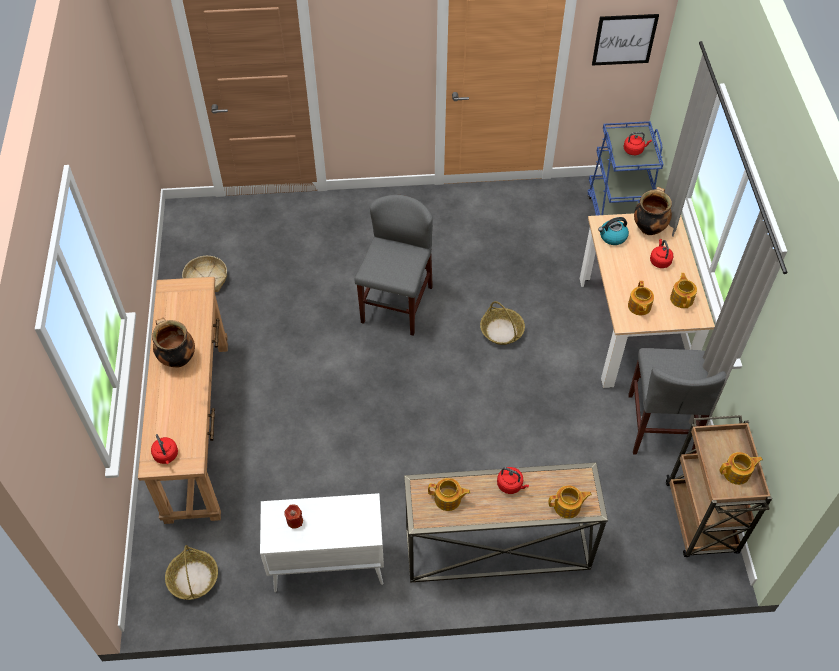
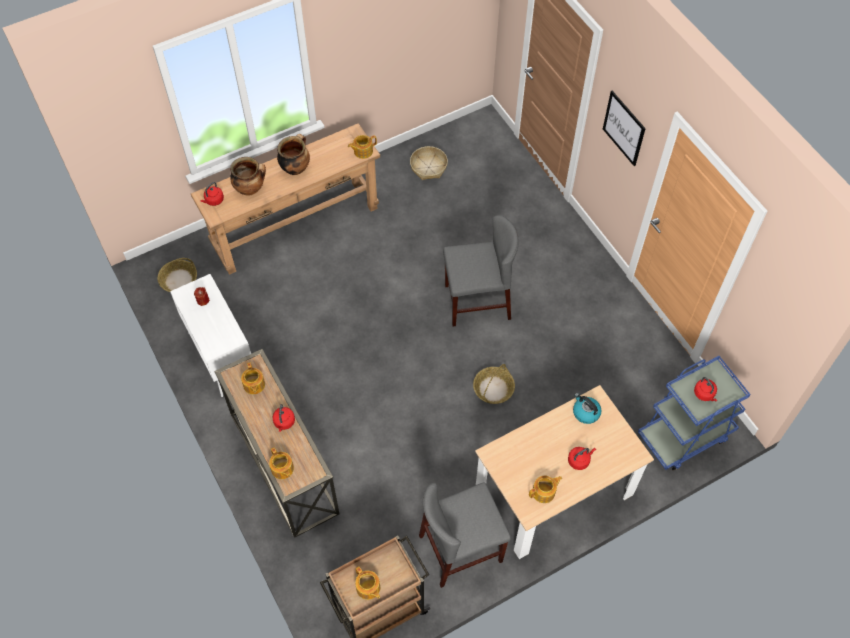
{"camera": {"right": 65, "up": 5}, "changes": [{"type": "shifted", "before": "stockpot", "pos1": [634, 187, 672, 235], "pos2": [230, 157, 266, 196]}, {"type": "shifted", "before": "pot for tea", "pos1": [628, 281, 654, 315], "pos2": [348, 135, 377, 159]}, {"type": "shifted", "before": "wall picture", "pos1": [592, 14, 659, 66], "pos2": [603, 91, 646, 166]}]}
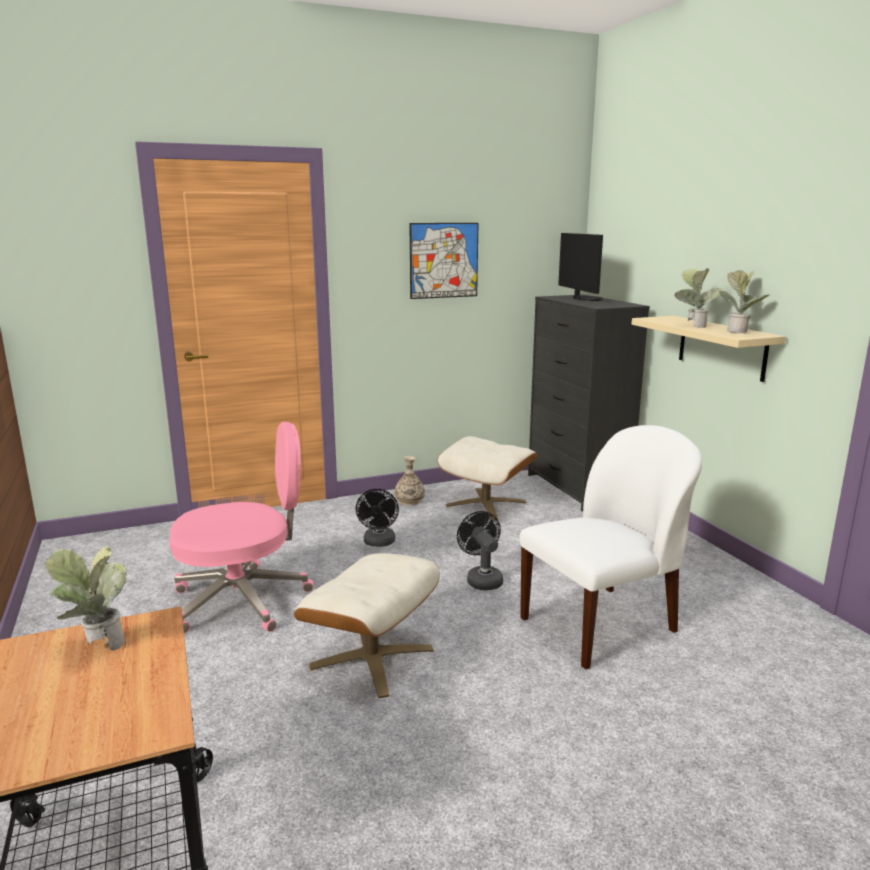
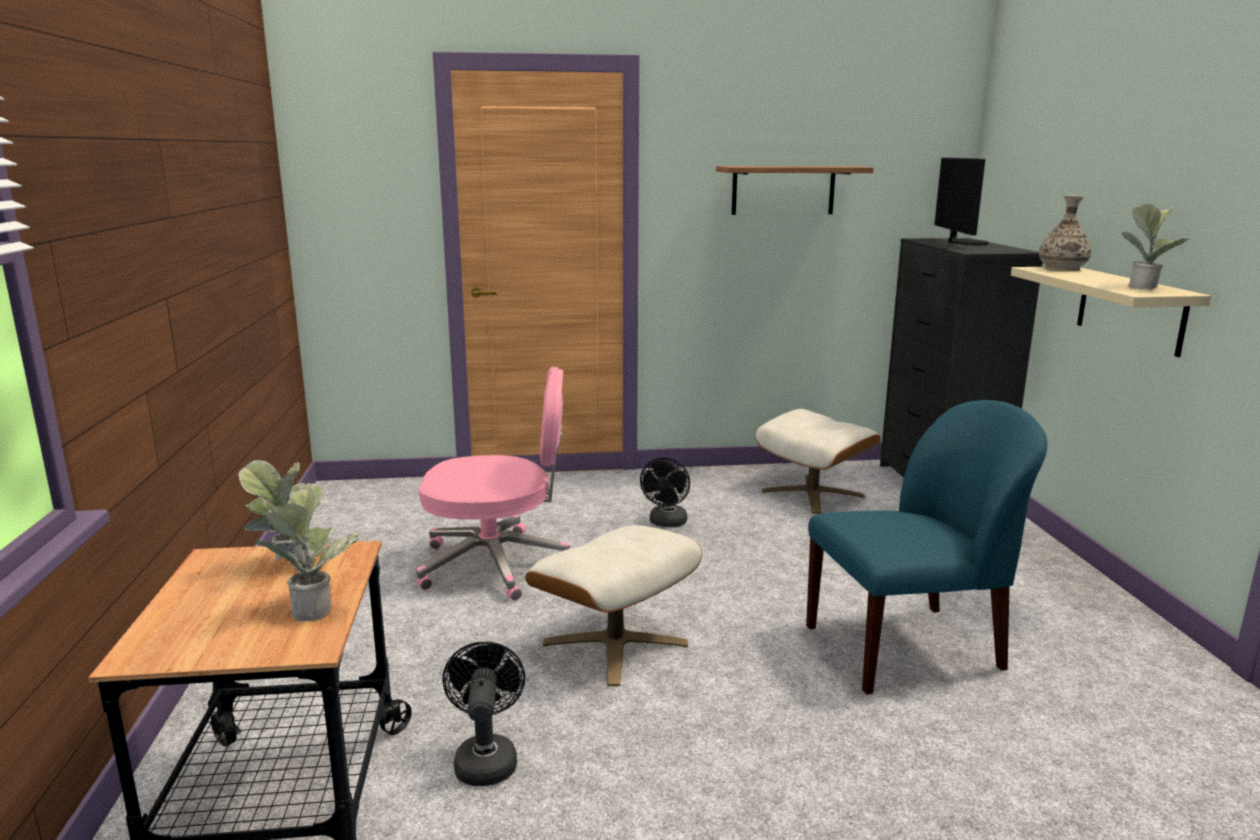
{"camera": {"right": 15, "up": 0}, "changes": [{"type": "shifted", "before": "plant in a pot", "pos1": [675, 268, 724, 328], "pos2": [255, 486, 359, 621]}, {"type": "shifted", "before": "blackish electric fan", "pos1": [457, 511, 503, 590], "pos2": [442, 641, 525, 786]}, {"type": "swapped", "before": "wall picture", "after": "shelf", "pos1": [409, 223, 478, 299], "pos2": [716, 166, 873, 215]}, {"type": "repainted", "before": "white-coloured chair", "after": "blue-coloured chair", "pos1": [519, 425, 702, 670], "pos2": [806, 400, 1047, 695]}, {"type": "shifted", "before": "decorative vase", "pos1": [395, 456, 425, 505], "pos2": [1039, 195, 1091, 271]}]}
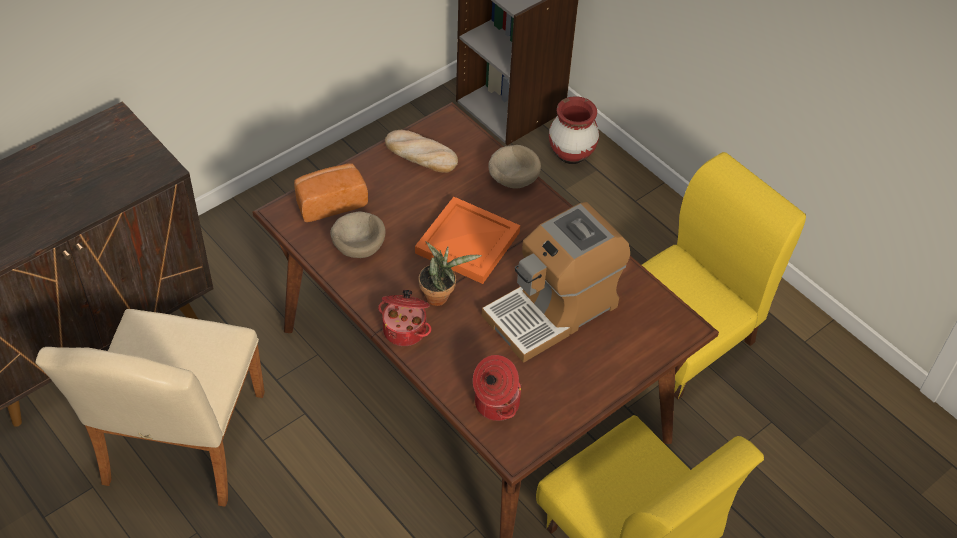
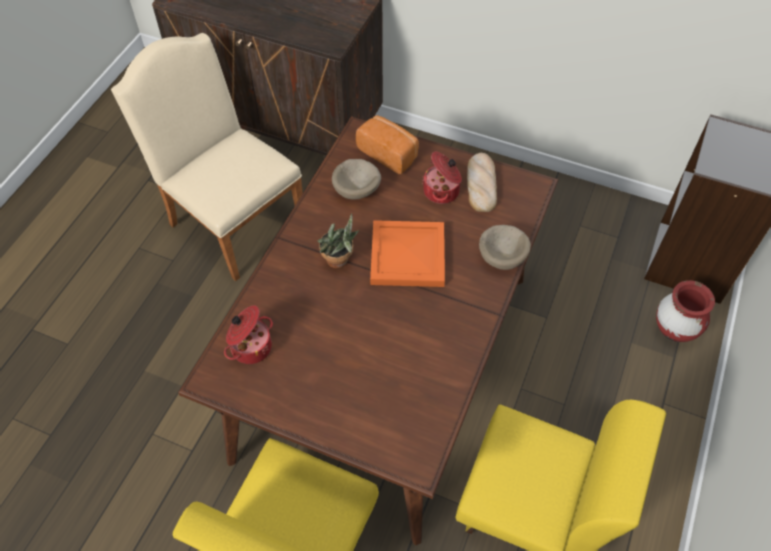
{"camera": {"right": 65, "up": 5}, "changes": [{"type": "rotated", "before": "beige chair", "pos1": [36, 309, 265, 507], "pos2": [111, 33, 303, 281], "turn": 60}, {"type": "shifted", "before": "stockpot", "pos1": [378, 290, 431, 346], "pos2": [422, 152, 462, 204]}, {"type": "gone", "before": "coffee maker", "pos1": [481, 202, 630, 363]}]}
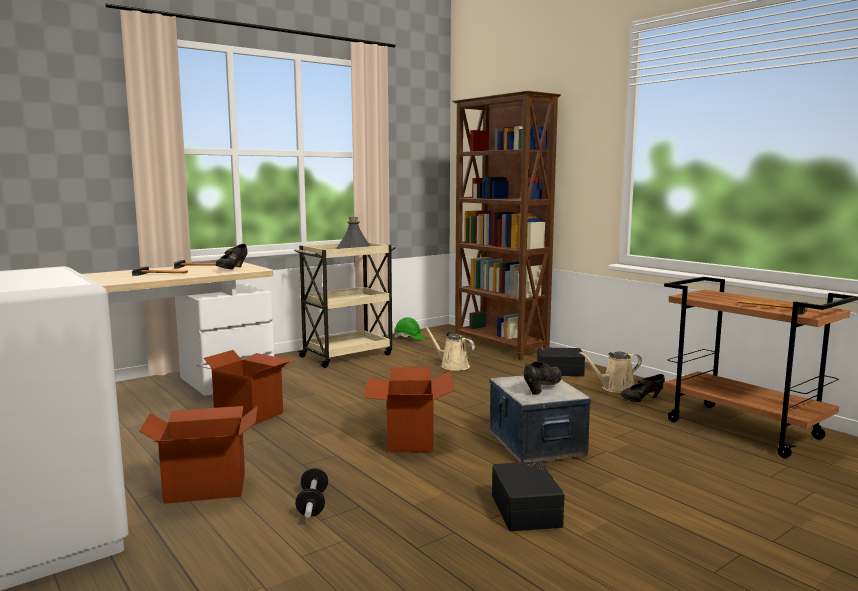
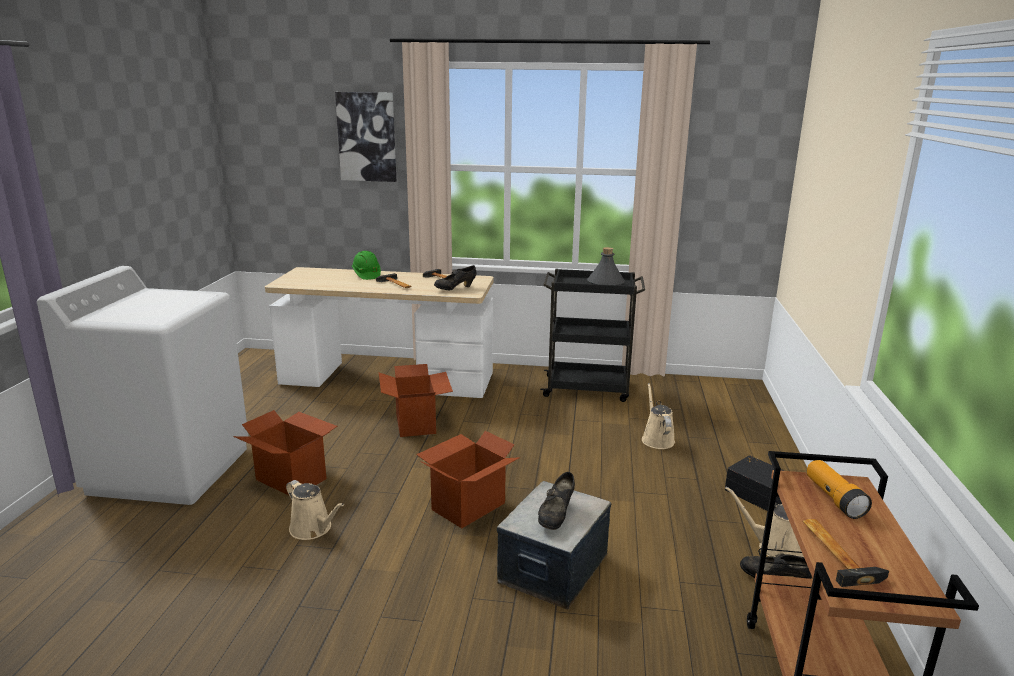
{"camera": {"right": 45, "up": 10}, "changes": [{"type": "swapped", "before": "free weight", "after": "beige sprinkling can", "pos1": [295, 468, 328, 518], "pos2": [286, 480, 344, 540]}, {"type": "new", "after": "wall picture", "pos2": [335, 92, 396, 182]}, {"type": "shifted", "before": "green safety helmet", "pos1": [394, 317, 425, 340], "pos2": [352, 251, 381, 280]}, {"type": "rotated", "before": "blackish shoe", "pos1": [524, 361, 562, 395], "pos2": [538, 472, 575, 530], "turn": 120}, {"type": "repainted", "before": "beige cart", "after": "blackish cart", "pos1": [294, 242, 395, 368], "pos2": [540, 269, 645, 402]}, {"type": "new", "after": "hand torch", "pos2": [807, 460, 872, 519]}, {"type": "gone", "before": "brown-coloured shelving unit", "pos1": [452, 91, 561, 360]}, {"type": "gone", "before": "blackish storage box", "pos1": [492, 461, 565, 531]}]}
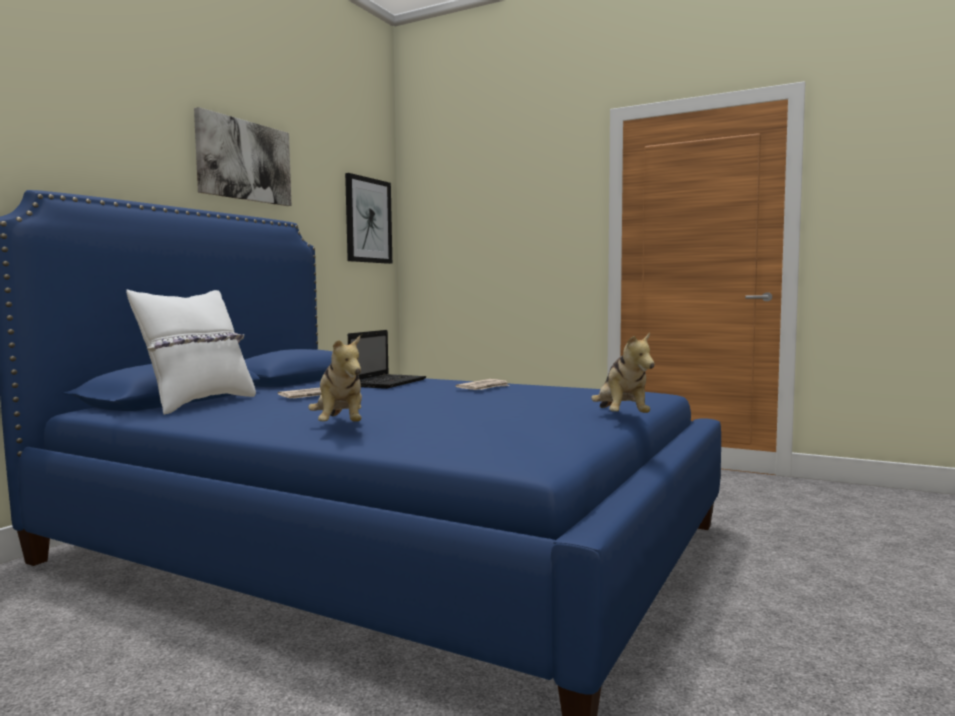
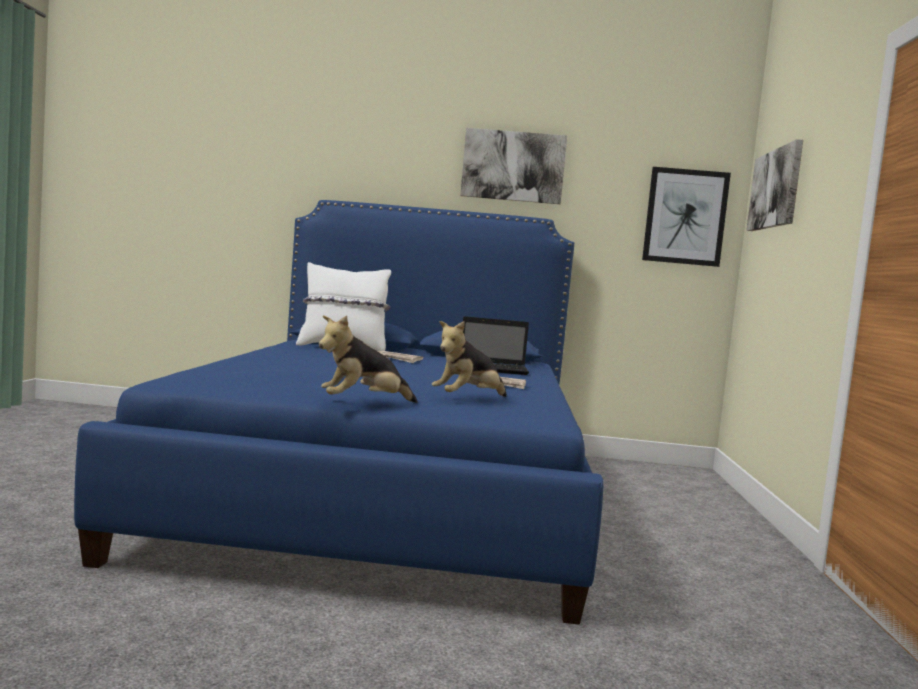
{"camera": {"right": 65, "up": 0}, "changes": [{"type": "shifted", "before": "soft toy", "pos1": [308, 336, 362, 422], "pos2": [432, 321, 507, 397]}, {"type": "new", "after": "wall picture", "pos2": [746, 139, 803, 231]}]}
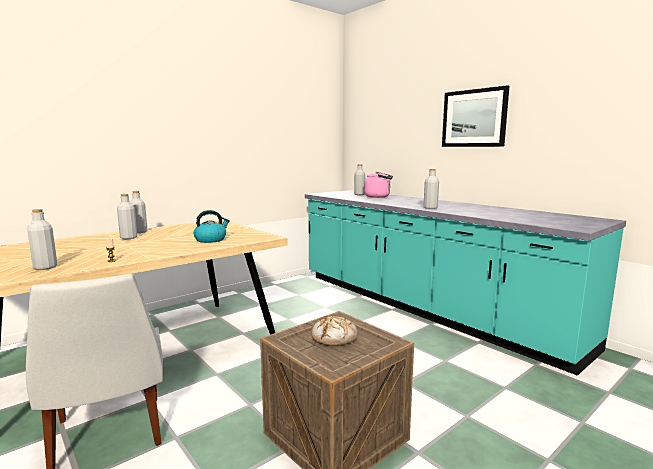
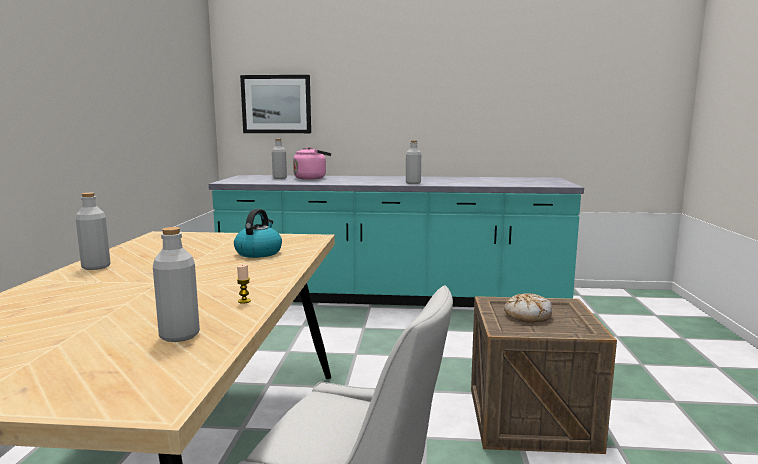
{"camera": {"right": -45, "up": 0}, "changes": [{"type": "shifted", "before": "wall picture", "pos1": [442, 85, 509, 147], "pos2": [240, 75, 311, 133]}, {"type": "gone", "before": "greyish bottle", "pos1": [117, 194, 137, 239]}]}
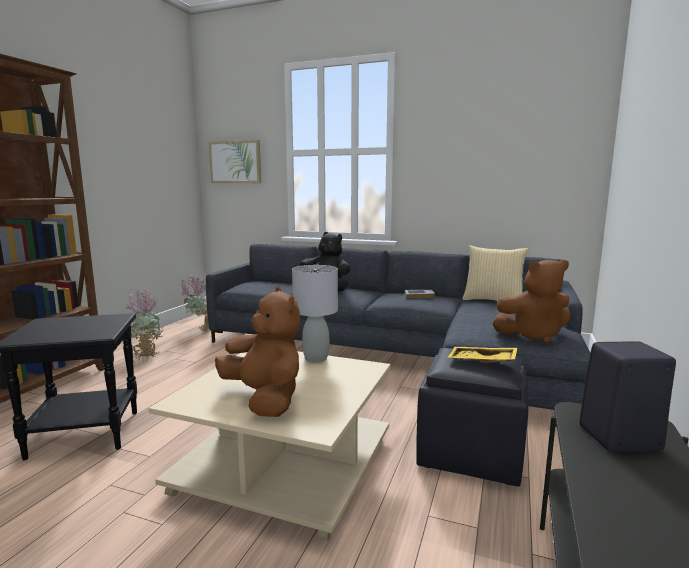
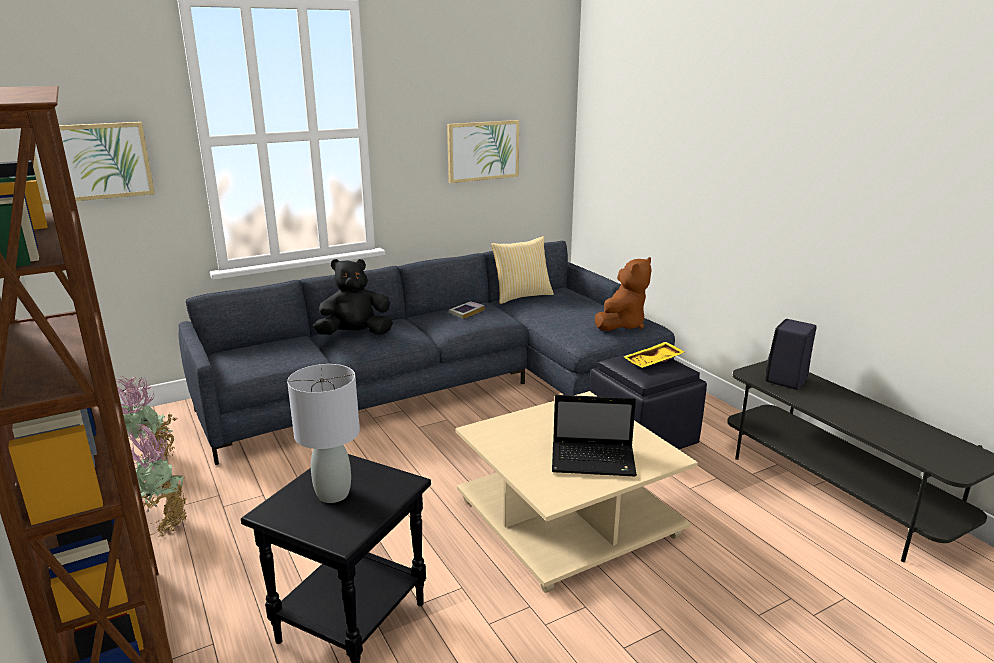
{"camera": {"right": -50, "up": 10}, "changes": [{"type": "shifted", "before": "greyish lamp for a table", "pos1": [292, 265, 338, 363], "pos2": [287, 364, 360, 503]}, {"type": "new", "after": "wall picture", "pos2": [447, 120, 519, 183]}, {"type": "swapped", "before": "brown-coloured soft toy", "after": "laptop", "pos1": [215, 287, 301, 417], "pos2": [552, 395, 637, 476]}]}
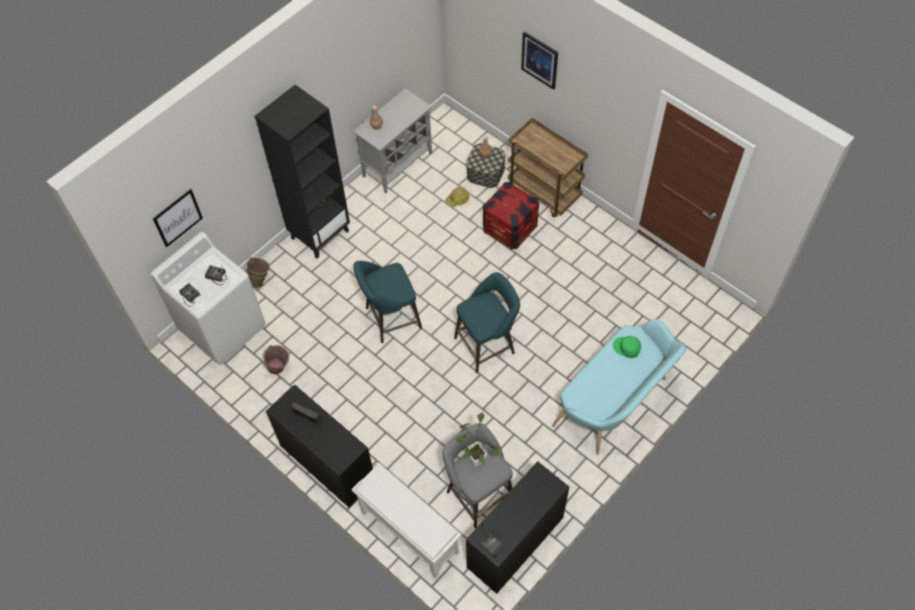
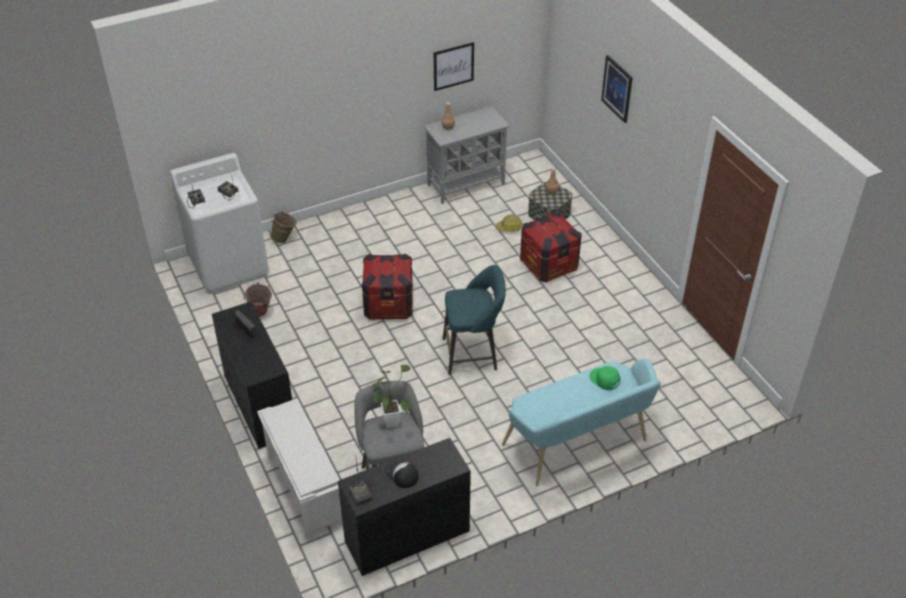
{"camera": {"right": 20, "up": -15}, "changes": [{"type": "swapped", "before": "turquoise stool seat", "after": "crate", "pos1": [353, 261, 422, 343], "pos2": [362, 254, 413, 320]}, {"type": "new", "after": "baseball cap", "pos2": [385, 459, 419, 488]}, {"type": "shifted", "before": "wall picture", "pos1": [153, 189, 203, 248], "pos2": [434, 42, 474, 91]}, {"type": "gone", "before": "blackish shelving unit", "pos1": [255, 85, 350, 259]}, {"type": "gone", "before": "brown-coloured cart", "pos1": [508, 118, 588, 217]}]}
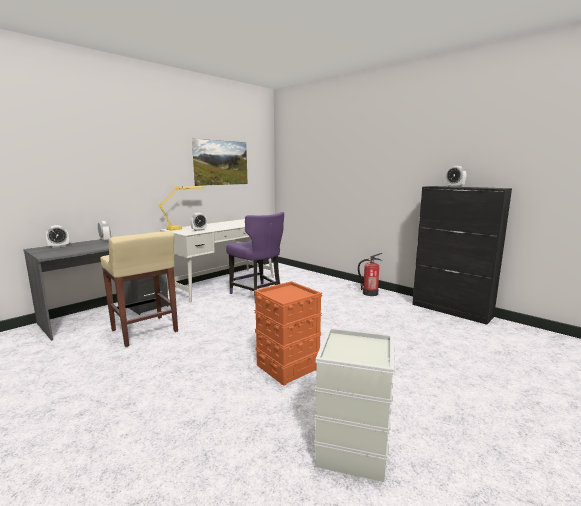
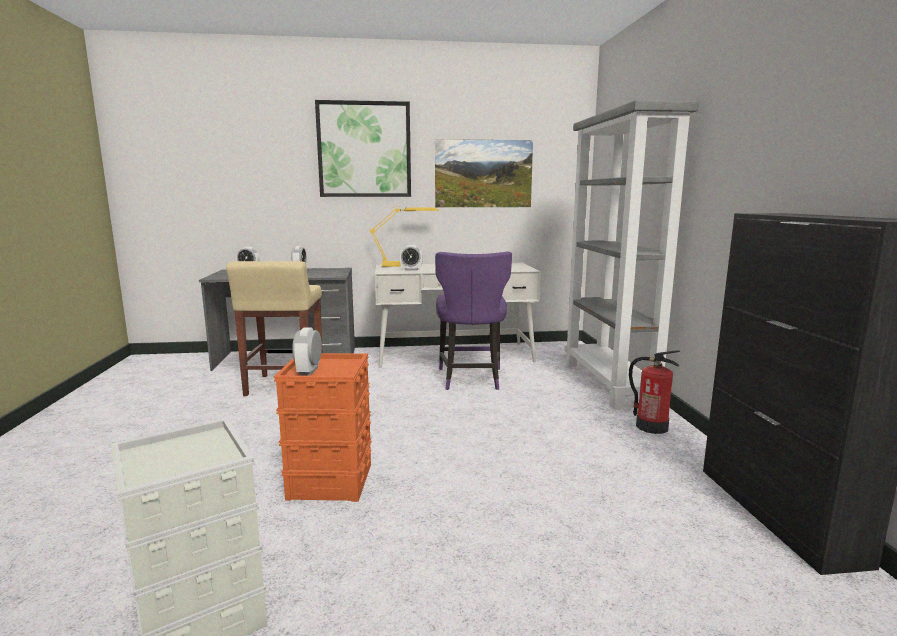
{"camera": {"right": 40, "up": 0}, "changes": [{"type": "shifted", "before": "alarm clock", "pos1": [446, 166, 466, 187], "pos2": [292, 327, 322, 375]}, {"type": "new", "after": "wall picture", "pos2": [315, 100, 411, 197]}, {"type": "new", "after": "greyish shelving unit", "pos2": [564, 100, 699, 410]}]}
